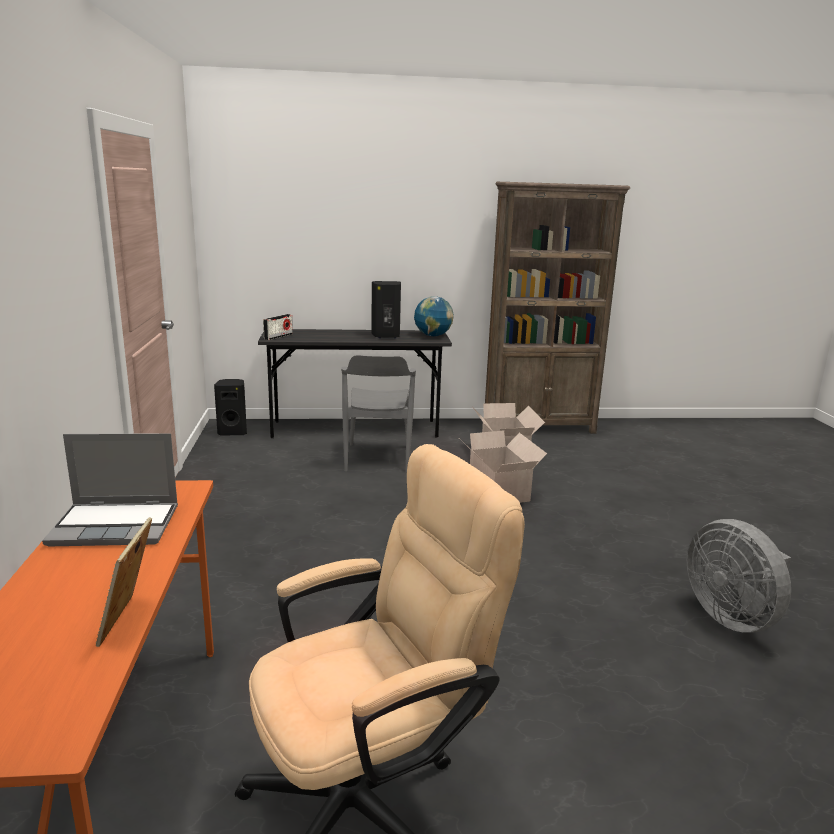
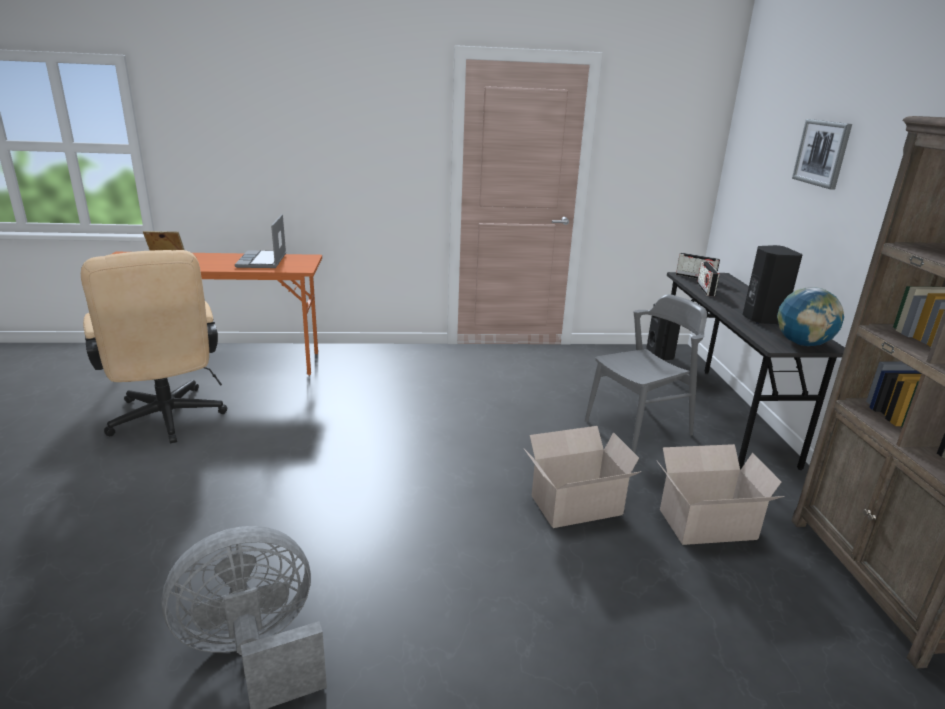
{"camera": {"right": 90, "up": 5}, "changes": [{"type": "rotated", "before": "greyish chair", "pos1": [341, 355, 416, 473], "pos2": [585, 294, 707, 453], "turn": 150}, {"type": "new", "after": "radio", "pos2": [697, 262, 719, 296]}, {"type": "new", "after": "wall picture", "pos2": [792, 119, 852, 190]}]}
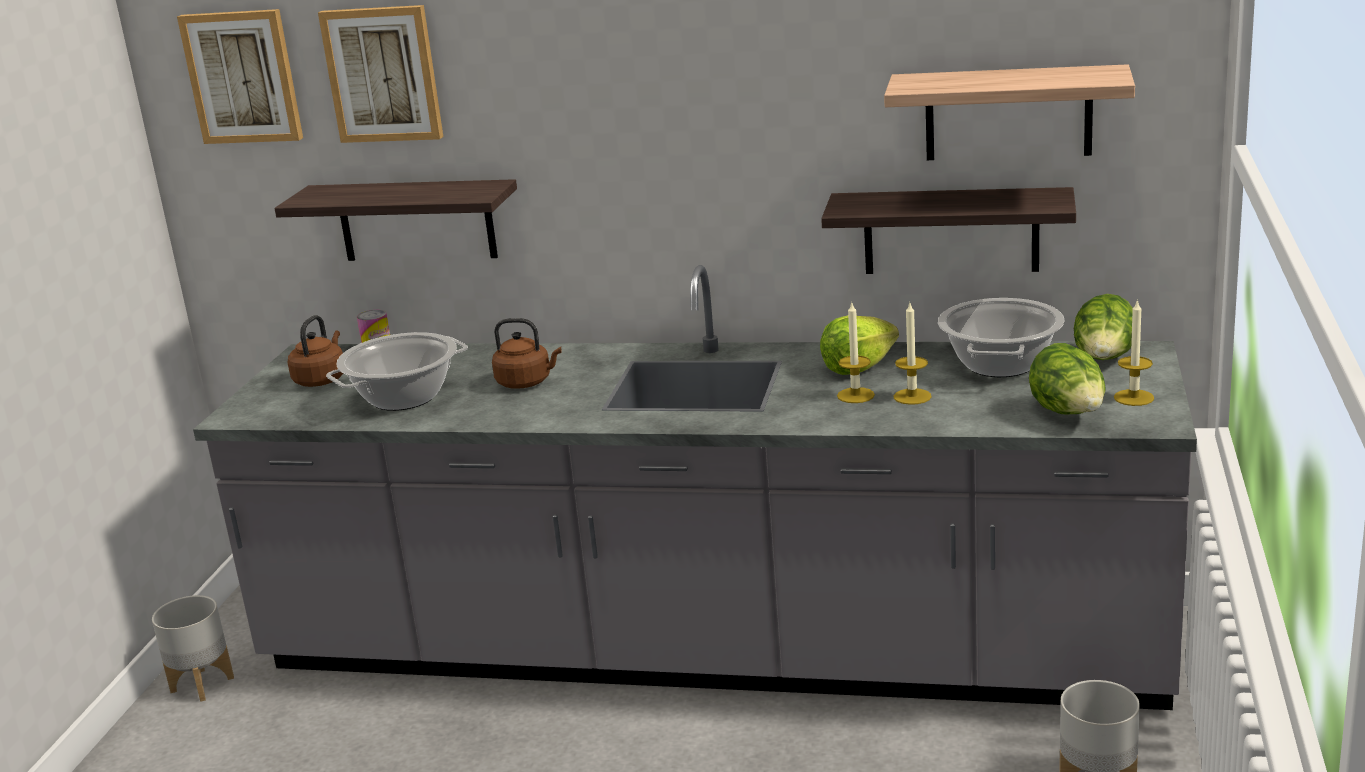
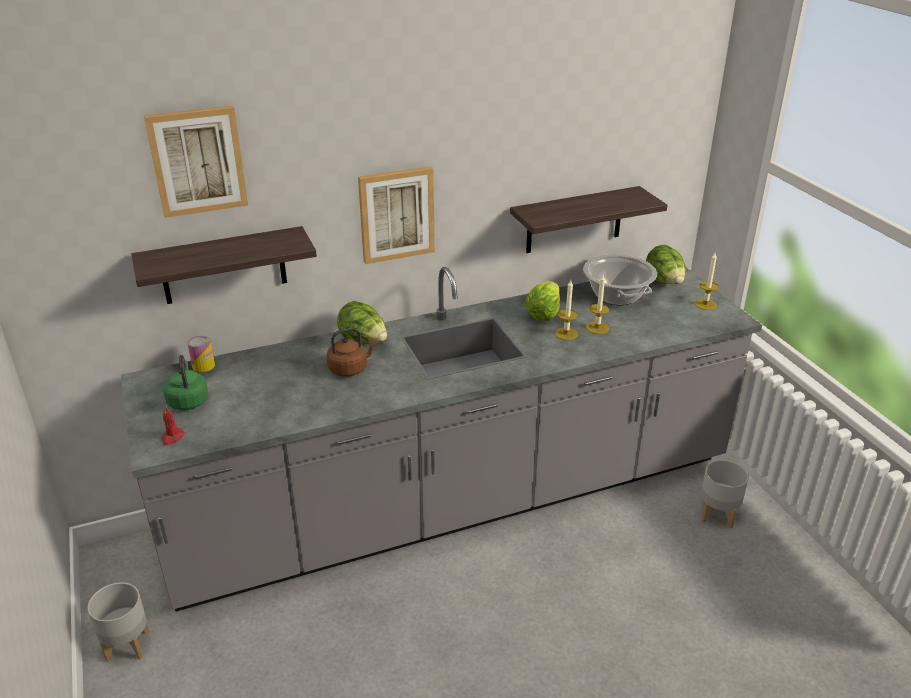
{"camera": {"right": -35, "up": 10}, "changes": [{"type": "new", "after": "reddish wax light", "pos2": [161, 404, 185, 445]}, {"type": "repainted", "before": "brown-coloured kettle", "after": "green kettle", "pos1": [288, 315, 343, 387], "pos2": [163, 355, 208, 410]}, {"type": "shifted", "before": "head of lettuce", "pos1": [1029, 343, 1106, 414], "pos2": [337, 301, 387, 344]}, {"type": "shifted", "before": "wall picture", "pos1": [177, 9, 303, 144], "pos2": [358, 166, 435, 264]}, {"type": "gone", "before": "stockpot", "pos1": [326, 332, 468, 411]}, {"type": "gone", "before": "shelf", "pos1": [884, 64, 1135, 160]}]}
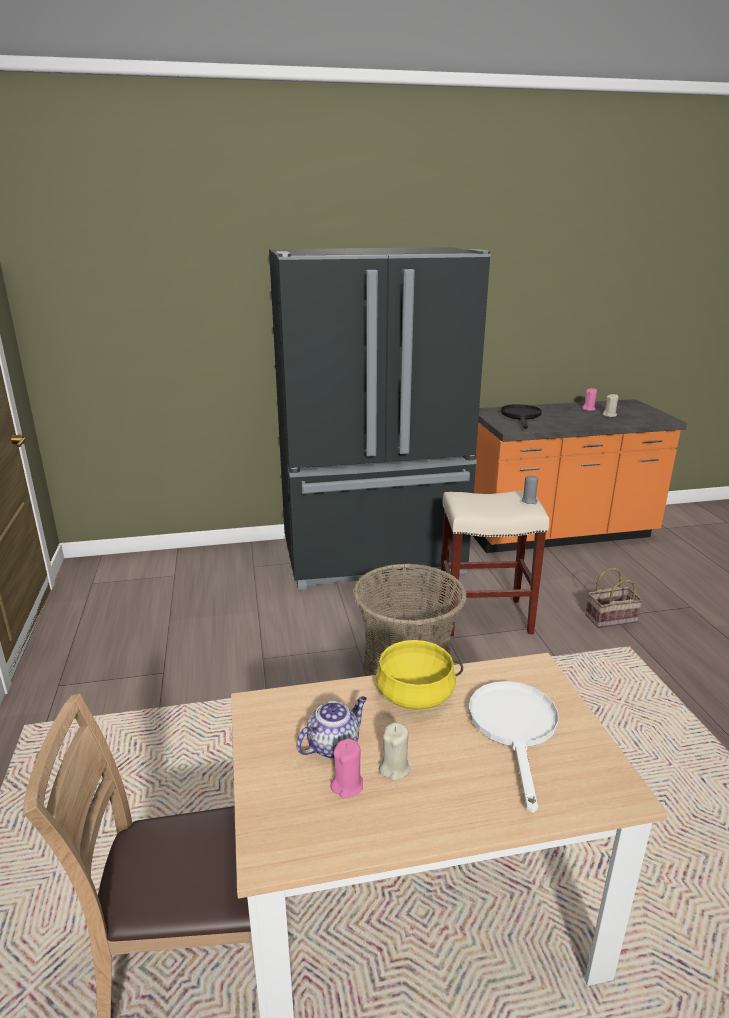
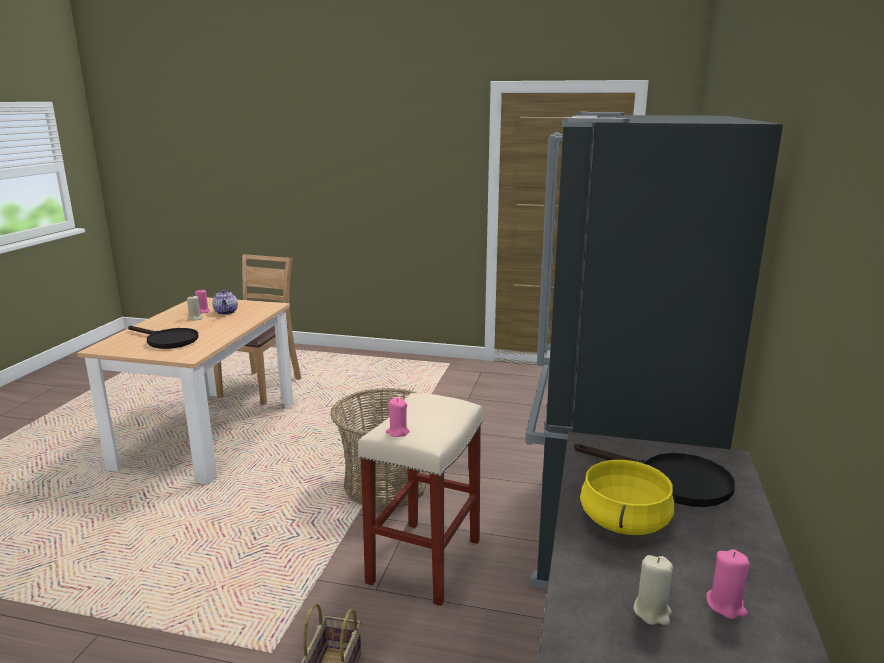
{"camera": {"right": 115, "up": -5}, "changes": [{"type": "repainted", "before": "white-coloured frying pan", "after": "blackish frying pan", "pos1": [469, 681, 559, 813], "pos2": [128, 326, 199, 349]}, {"type": "repainted", "before": "greyish wax light", "after": "pink-coloured wax light", "pos1": [521, 475, 538, 504], "pos2": [386, 397, 410, 437]}, {"type": "shifted", "before": "yellow-coloured stockpot", "pos1": [369, 640, 463, 710], "pos2": [580, 460, 674, 535]}]}
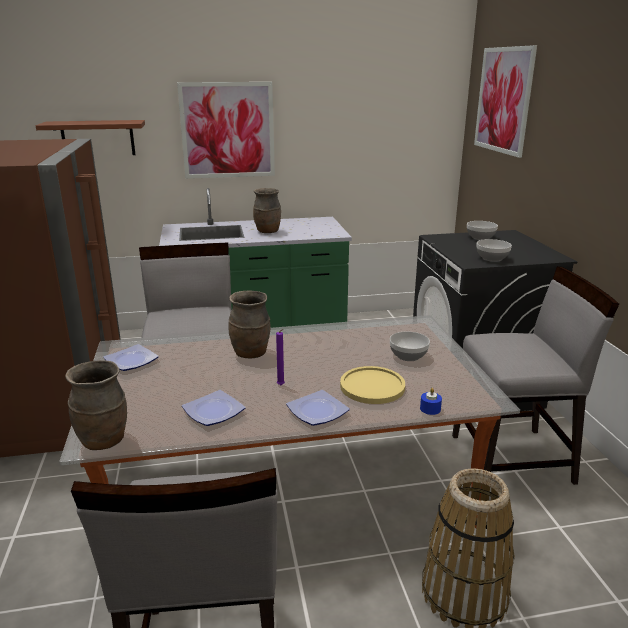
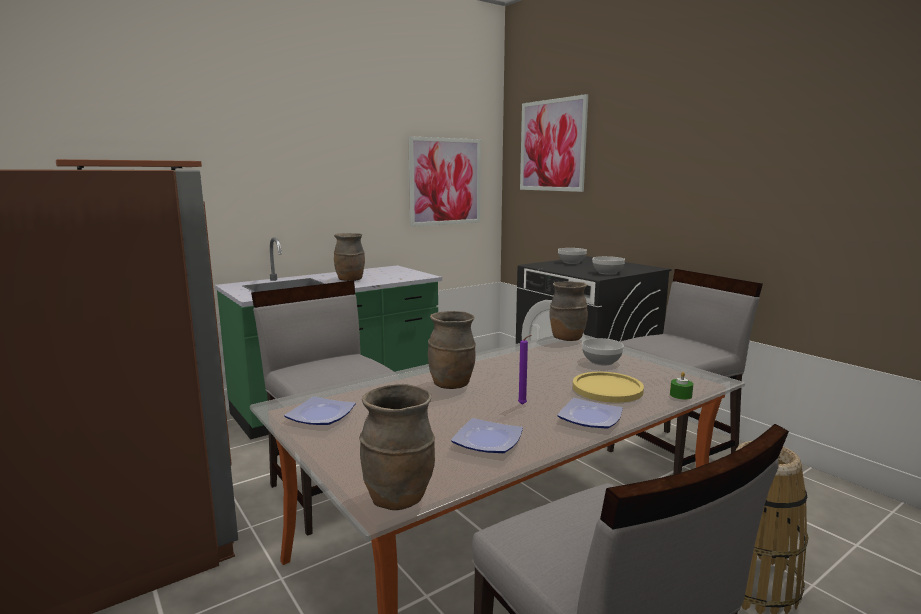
{"camera": {"right": -25, "up": -10}, "changes": [{"type": "shifted", "before": "wall picture", "pos1": [177, 82, 275, 179], "pos2": [408, 136, 481, 227]}, {"type": "new", "after": "brown-coloured decorative vase", "pos2": [549, 281, 588, 341]}, {"type": "repainted", "before": "blue-coloured wax light", "after": "green wax light", "pos1": [420, 388, 442, 415], "pos2": [670, 372, 693, 400]}]}
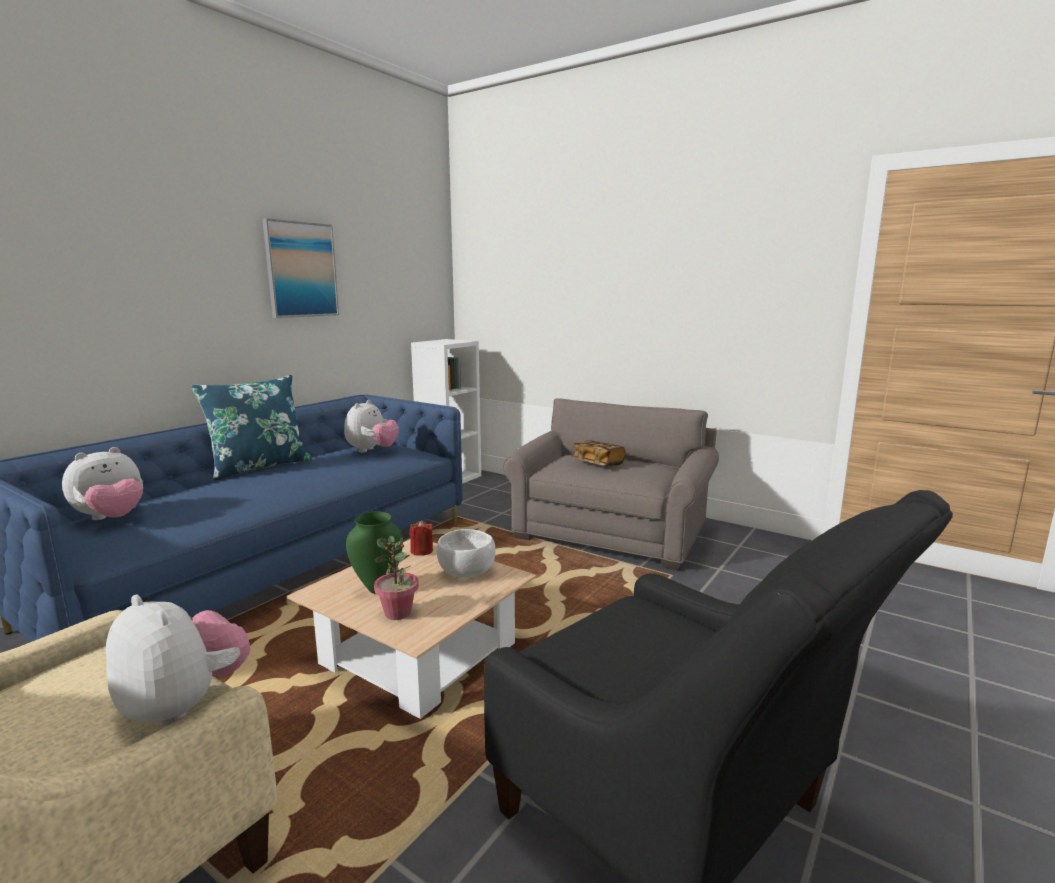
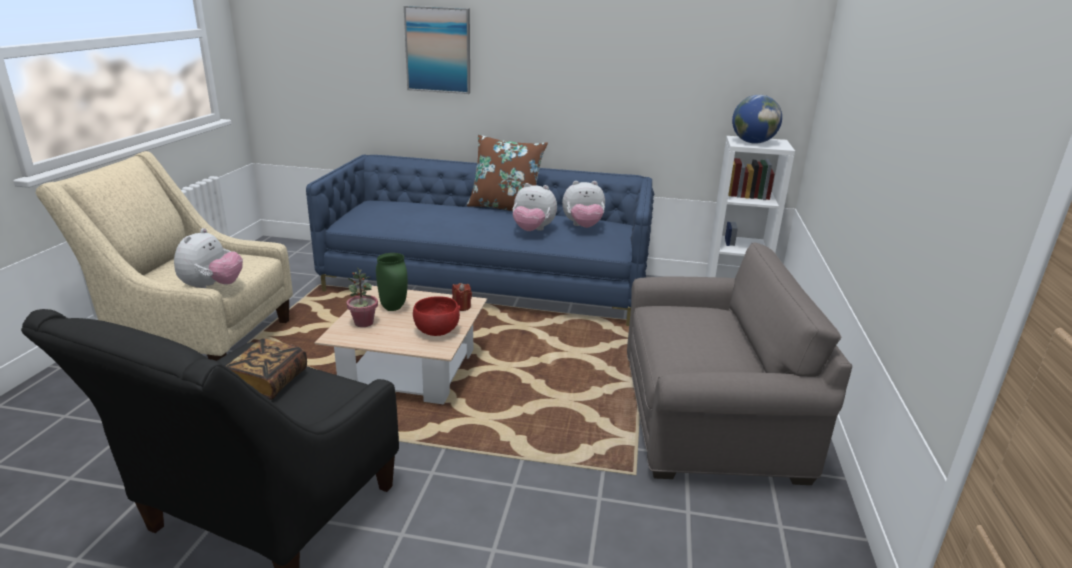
{"camera": {"right": 65, "up": 10}, "changes": [{"type": "shifted", "before": "volume", "pos1": [572, 440, 626, 466], "pos2": [226, 338, 307, 400]}, {"type": "shifted", "before": "wall picture", "pos1": [263, 218, 339, 318], "pos2": [404, 6, 470, 94]}, {"type": "repainted", "before": "white-coloured serving bowl", "after": "reddish serving bowl", "pos1": [436, 529, 496, 577], "pos2": [413, 296, 461, 336]}, {"type": "repainted", "before": "blue-coloured cushion", "after": "brown-coloured cushion", "pos1": [191, 375, 313, 481], "pos2": [467, 134, 548, 211]}, {"type": "shifted", "before": "soft toy", "pos1": [62, 447, 143, 520], "pos2": [513, 183, 557, 231]}, {"type": "new", "after": "globe", "pos2": [732, 95, 782, 144]}]}
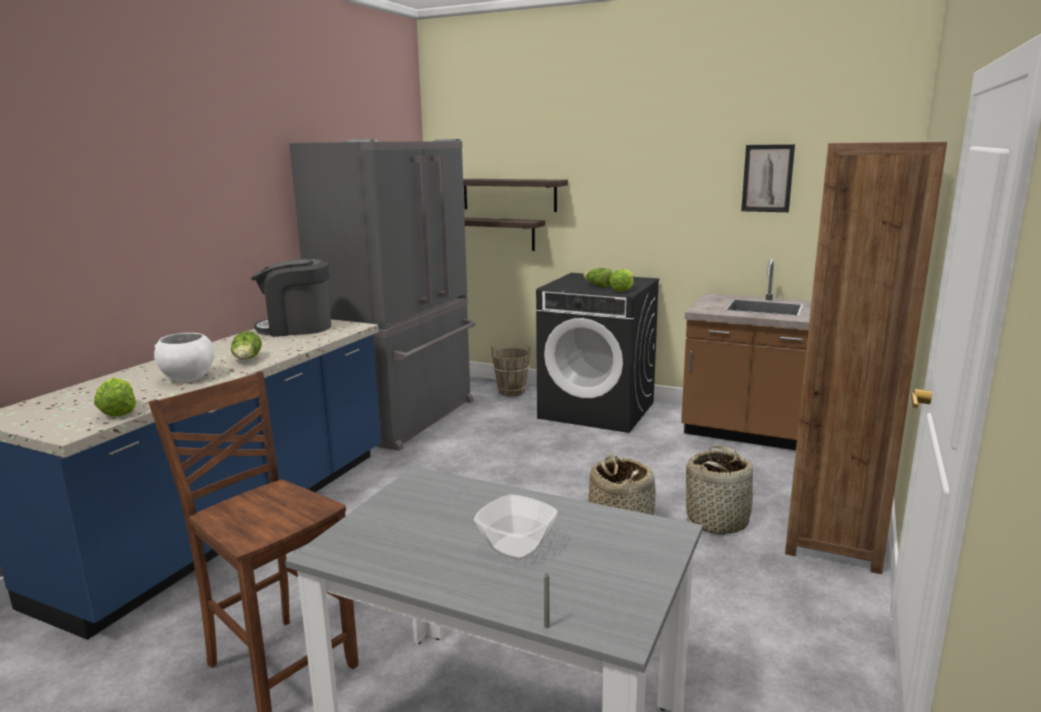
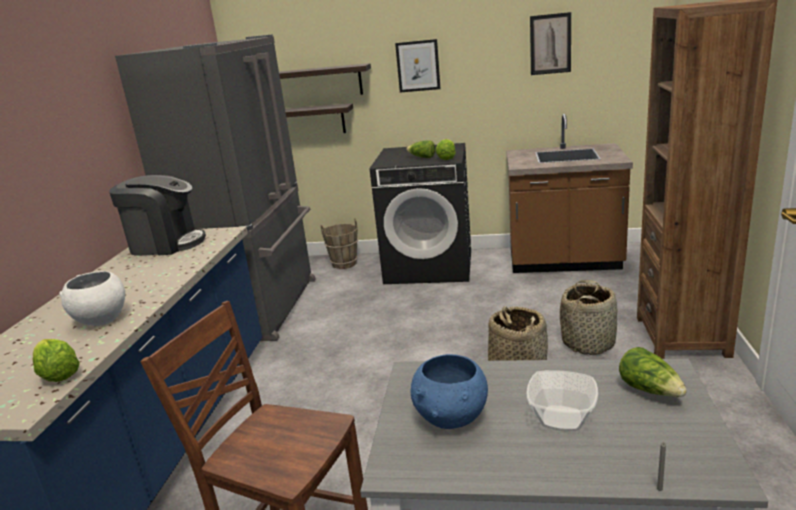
{"camera": {"right": -15, "up": 5}, "changes": [{"type": "rotated", "before": "coffee maker", "pos1": [251, 259, 331, 337], "pos2": [109, 175, 206, 256], "turn": -150}, {"type": "new", "after": "wall picture", "pos2": [395, 39, 441, 93]}, {"type": "new", "after": "blue-coloured serving bowl", "pos2": [410, 354, 488, 429]}, {"type": "shifted", "before": "head of lettuce", "pos1": [231, 331, 262, 360], "pos2": [619, 347, 687, 397]}]}
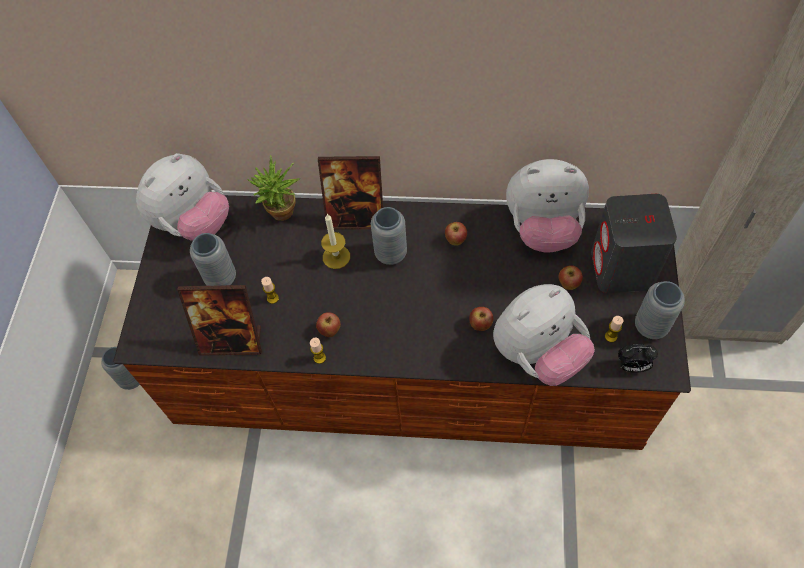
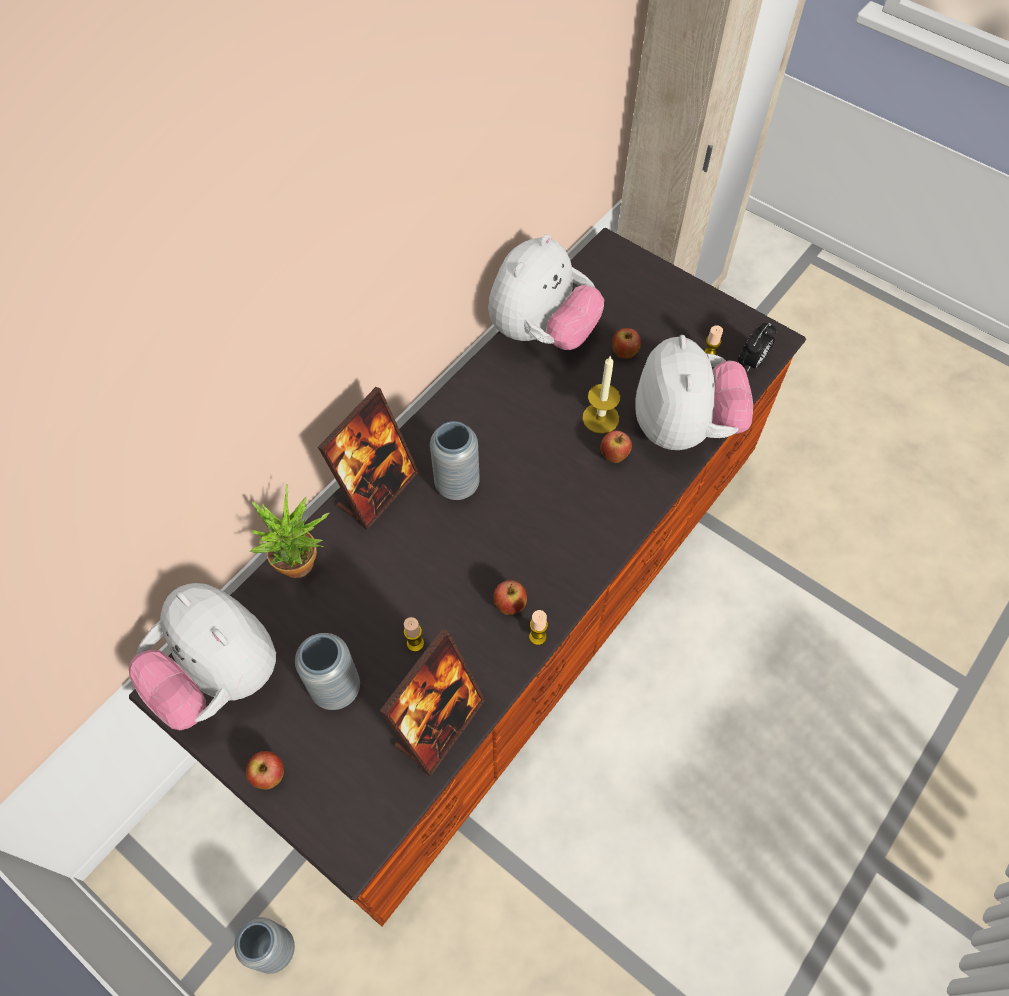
{"camera": {"right": -60, "up": 0}, "changes": [{"type": "rotated", "before": "soft toy", "pos1": [136, 153, 229, 241], "pos2": [129, 583, 276, 730], "turn": 150}, {"type": "shifted", "before": "apple fruit", "pos1": [445, 222, 467, 246], "pos2": [246, 751, 284, 789]}, {"type": "shifted", "before": "wax light", "pos1": [321, 214, 350, 269], "pos2": [582, 355, 620, 434]}, {"type": "gone", "before": "greyish speaker", "pos1": [591, 194, 677, 293]}, {"type": "gone", "before": "greyish decorative vase", "pos1": [635, 281, 685, 339]}]}
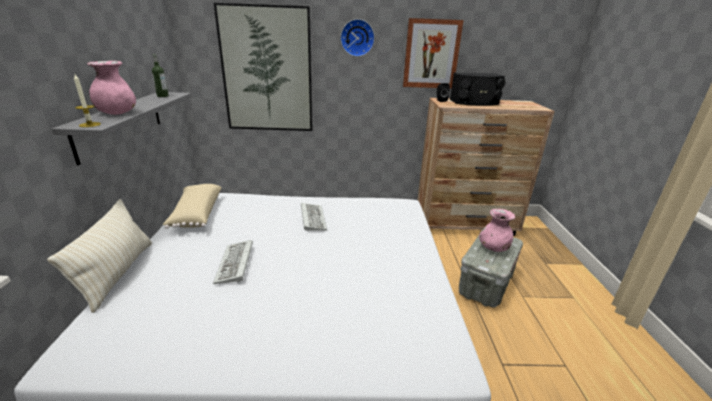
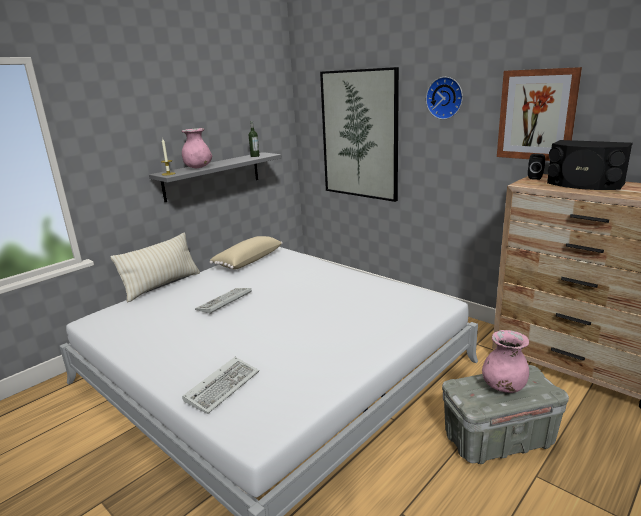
{"camera": {"right": 45, "up": -5}, "changes": [{"type": "shifted", "before": "PC keyboard", "pos1": [301, 203, 327, 231], "pos2": [182, 357, 259, 414]}]}
